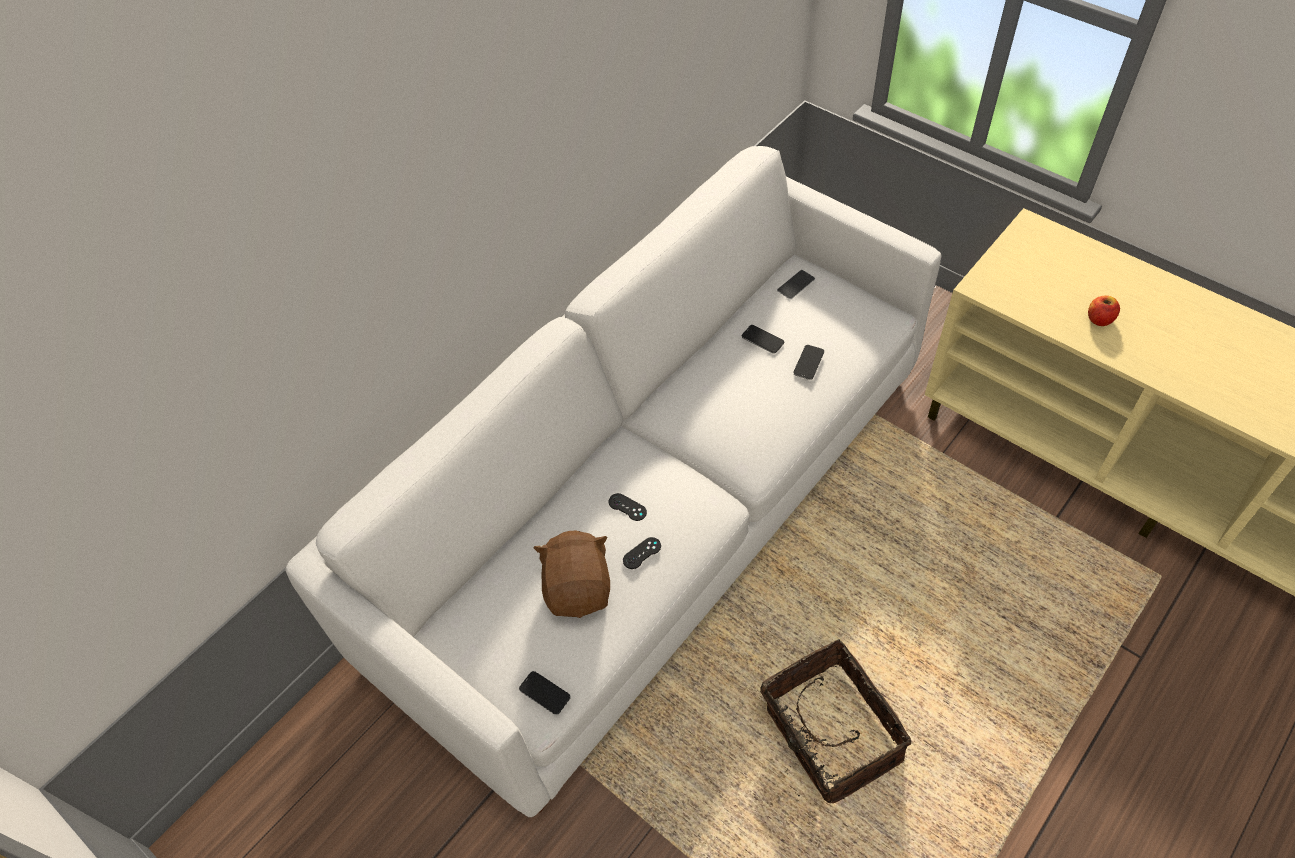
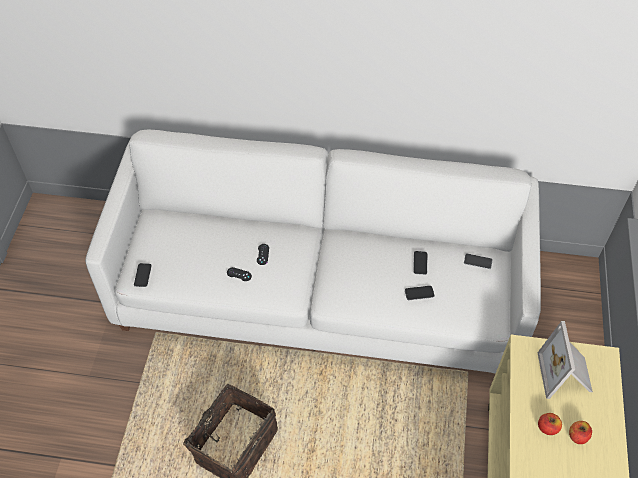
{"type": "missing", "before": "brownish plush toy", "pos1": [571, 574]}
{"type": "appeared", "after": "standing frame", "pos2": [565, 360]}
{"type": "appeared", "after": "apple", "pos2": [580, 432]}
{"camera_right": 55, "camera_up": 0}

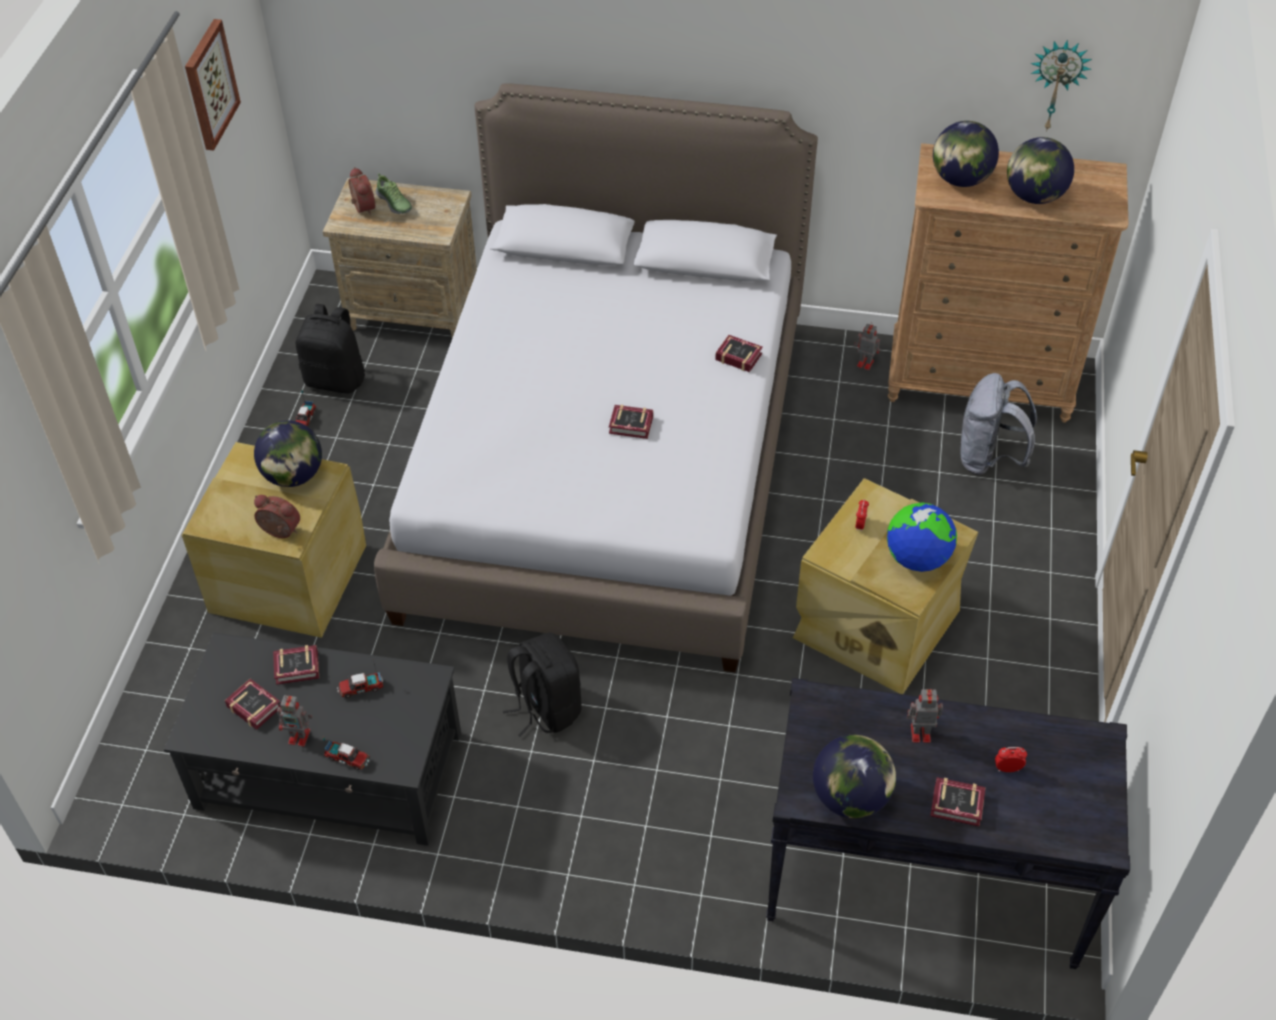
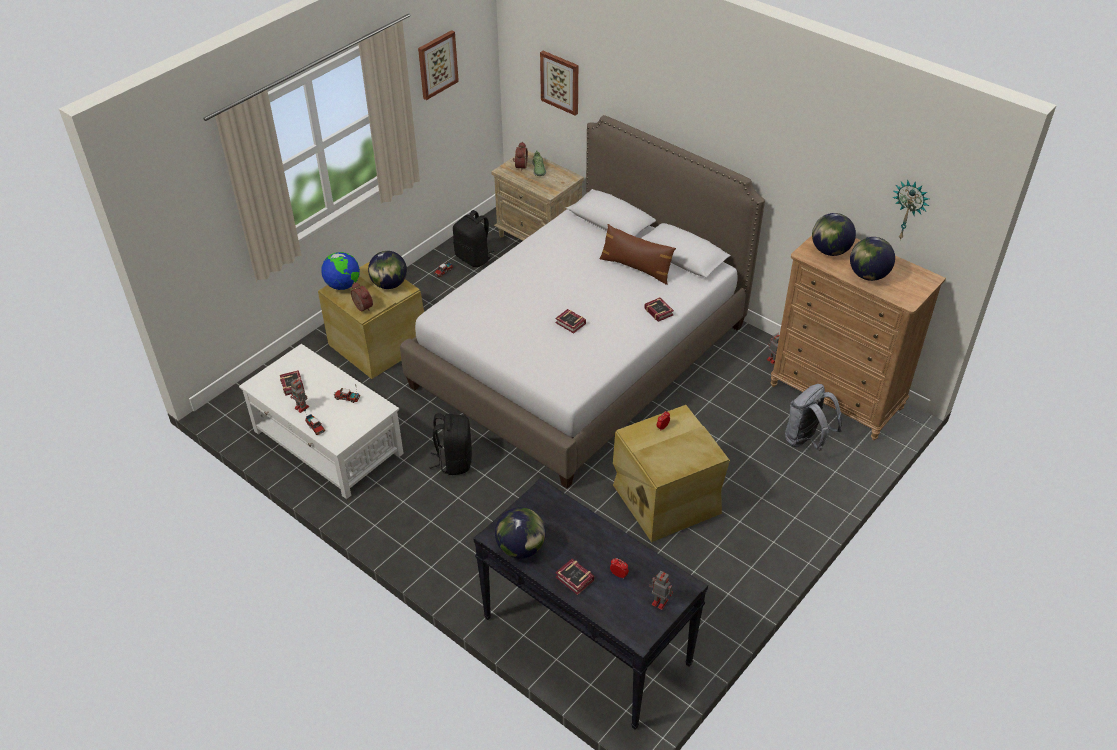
{"type": "missing", "before": "book", "pos1": [296, 665]}
{"type": "appeared", "after": "wall art", "pos2": [559, 83]}
{"type": "appeared", "after": "brownish pillow", "pos2": [637, 254]}
{"type": "relocated", "before": "desk globe", "pos1": [922, 537], "pos2": [340, 271]}
{"type": "relocated", "before": "toy robot", "pos1": [925, 716], "pos2": [661, 590]}
{"type": "colour", "before": "black-coloured lounge table", "after": "white-coloured lounge table", "pos1": [312, 739], "pos2": [321, 421]}
{"camera_right": 30, "camera_up": -5}

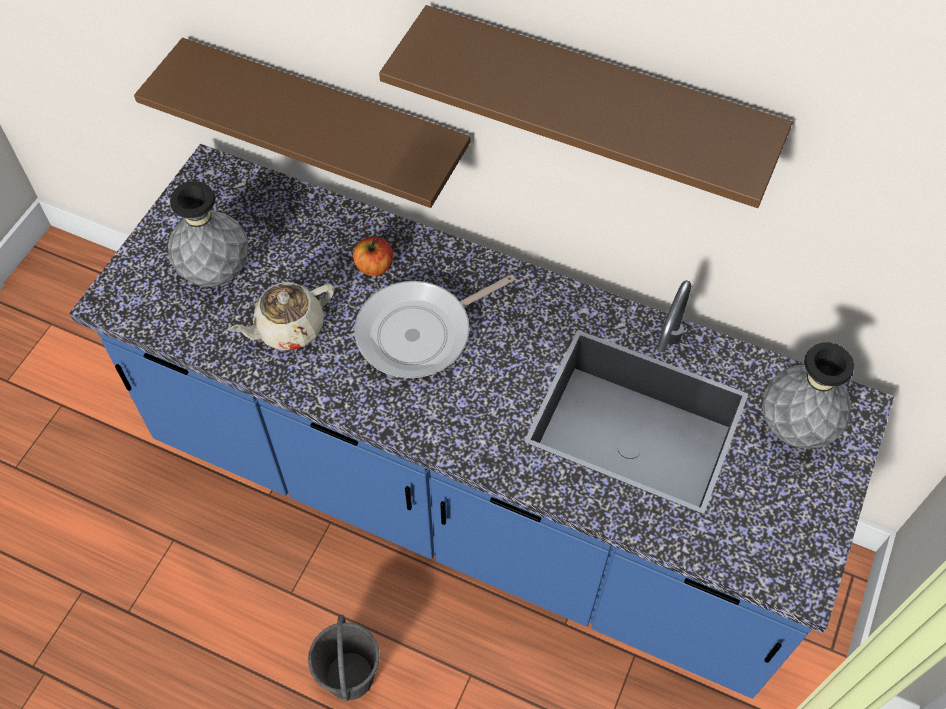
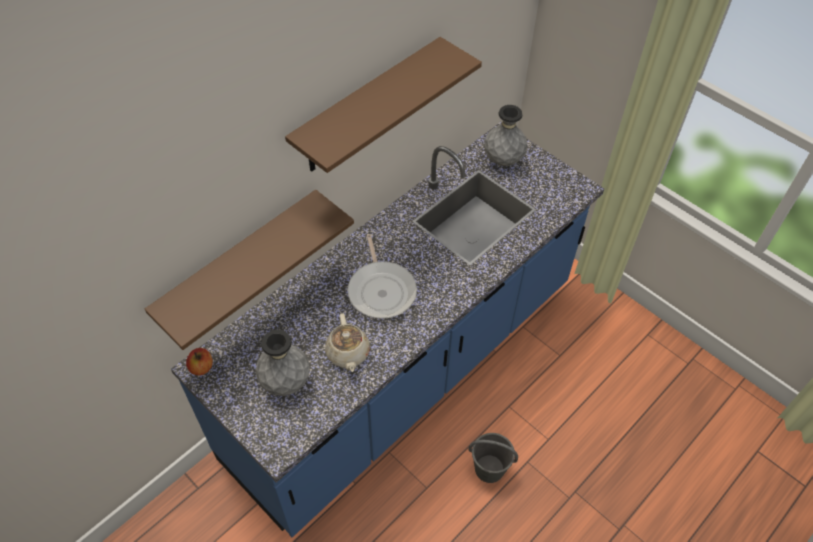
{"type": "relocated", "before": "apple", "pos1": [373, 256], "pos2": [199, 361]}
{"camera_right": -70, "camera_up": -5}

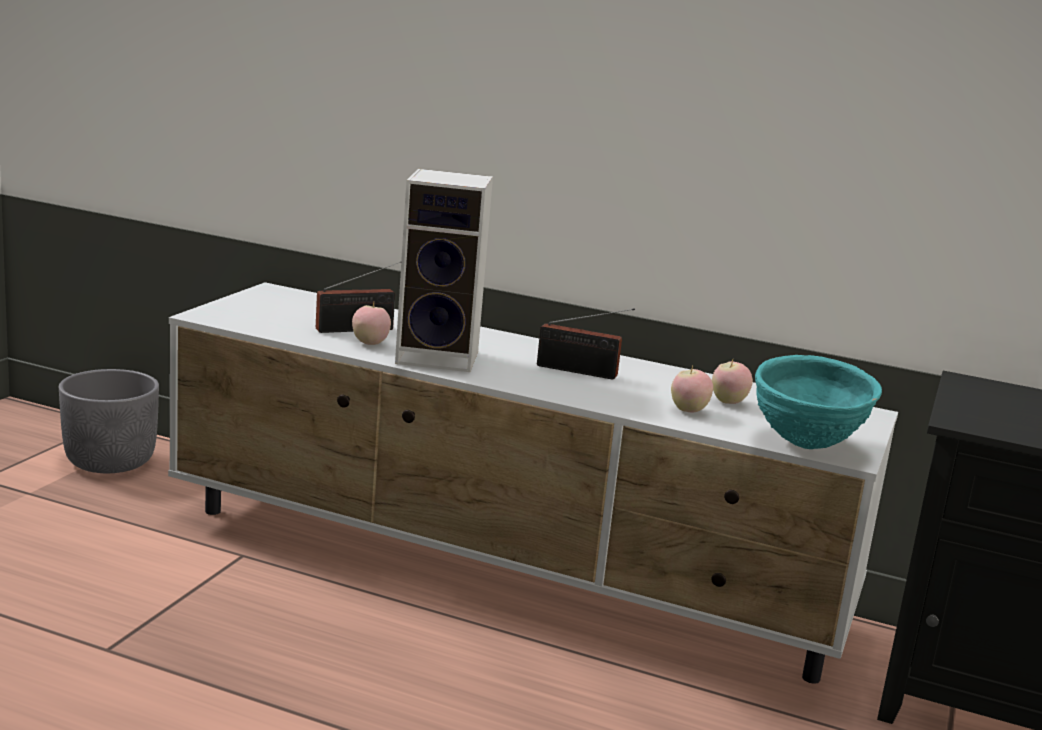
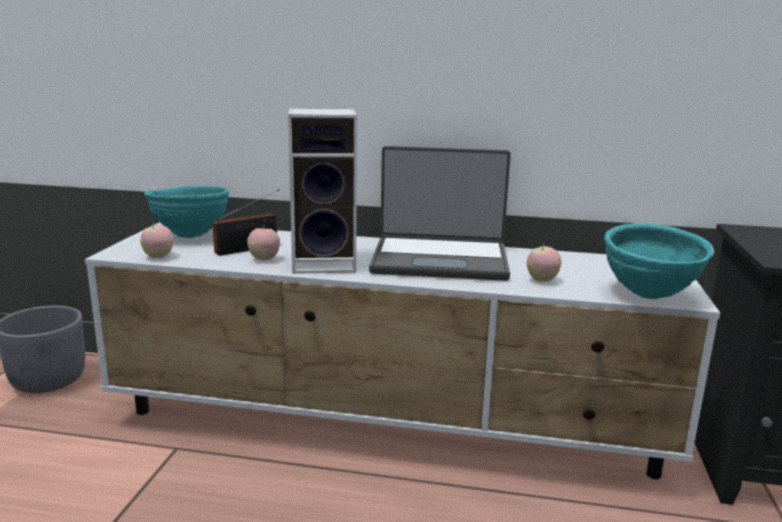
{"type": "appeared", "after": "blue-green bowl", "pos2": [186, 212]}
{"type": "relocated", "before": "apple", "pos1": [732, 381], "pos2": [157, 240]}
{"type": "exchanged", "before": "radio receiver", "after": "laptop", "pos1": [586, 344], "pos2": [440, 213]}
{"camera_right": -10, "camera_up": 0}

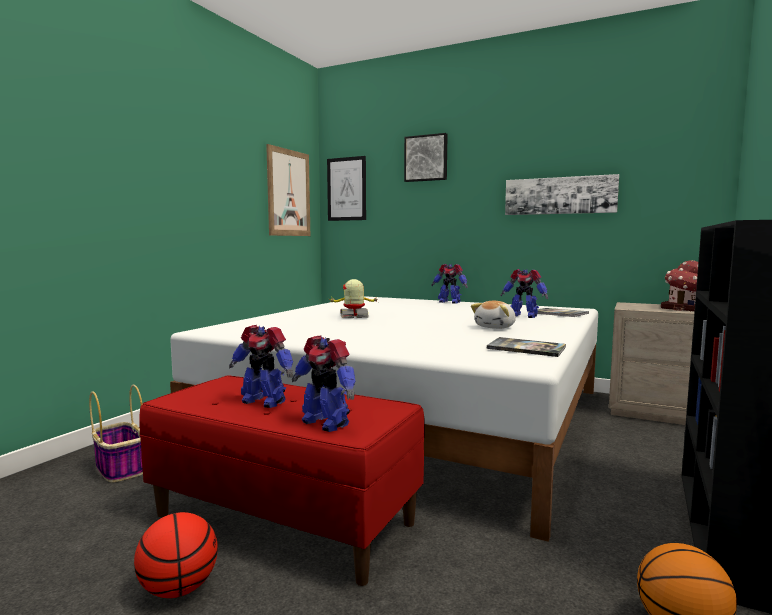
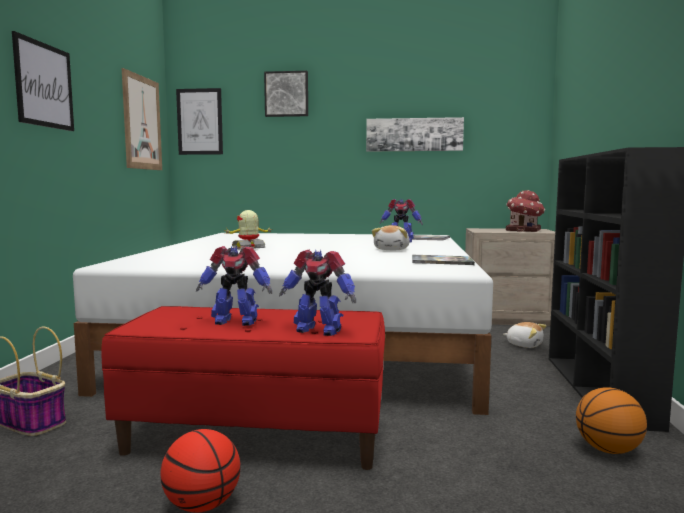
{"type": "missing", "before": "toy robot", "pos1": [449, 284]}
{"type": "appeared", "after": "wall art", "pos2": [43, 81]}
{"type": "appeared", "after": "plush toy", "pos2": [524, 335]}
{"camera_right": -20, "camera_up": 0}

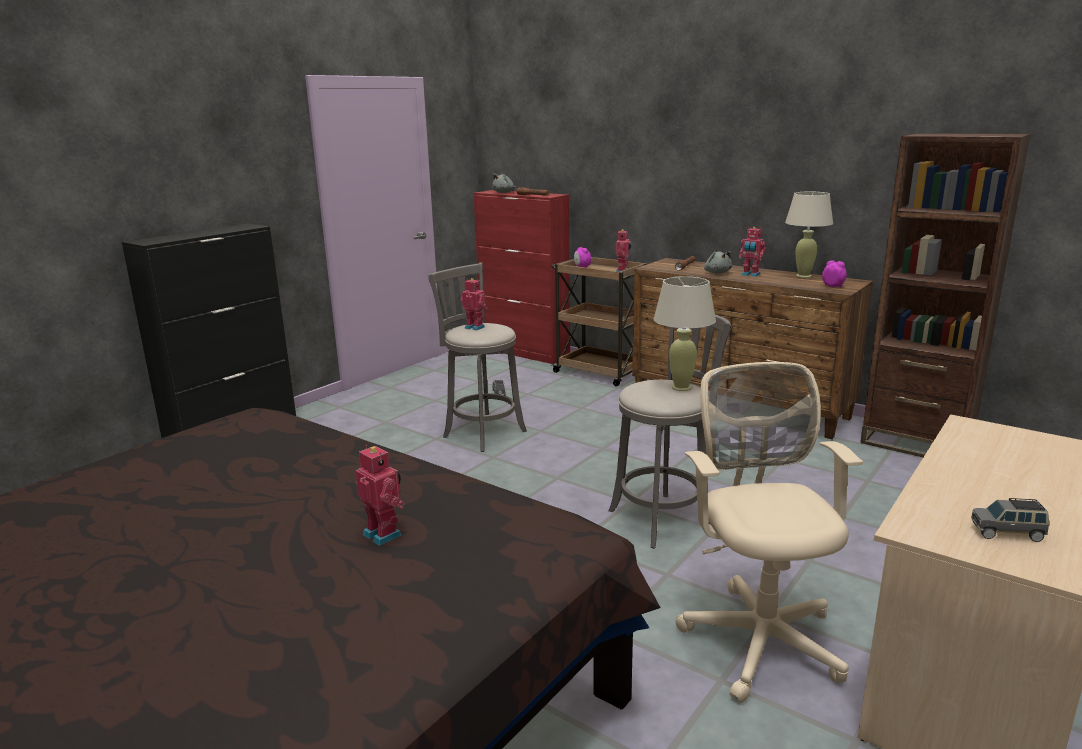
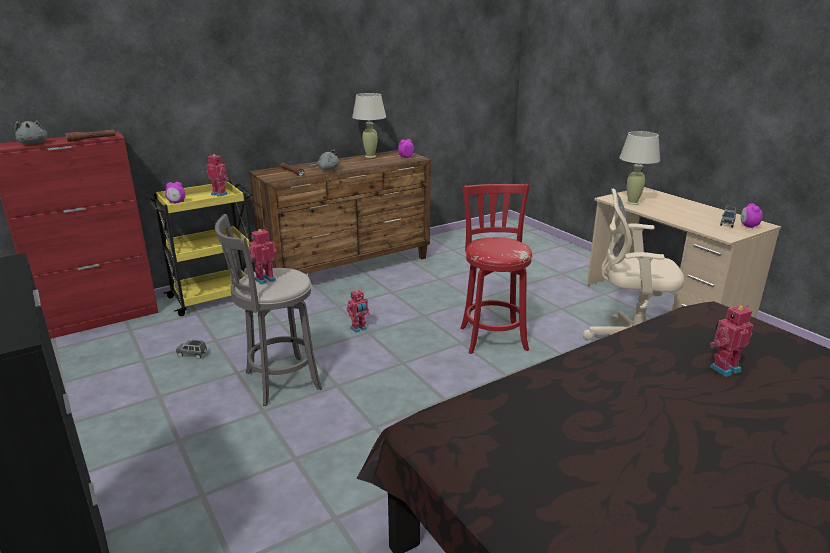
{"type": "missing", "before": "brownish bookcase", "pos1": [945, 295]}
{"type": "appeared", "after": "bedside clock", "pos2": [752, 216]}
{"type": "relocated", "before": "beige-coloured lamp for a table", "pos1": [685, 333], "pos2": [639, 168]}
{"type": "relocated", "before": "toy robot", "pos1": [752, 252], "pos2": [358, 311]}
{"type": "colour", "before": "brownish trolley", "after": "yellow trolley", "pos1": [599, 322], "pos2": [200, 248]}
{"type": "colour", "before": "grey stool seat", "after": "red-coloured stool seat", "pos1": [670, 431], "pos2": [496, 269]}
{"camera_right": -70, "camera_up": 5}

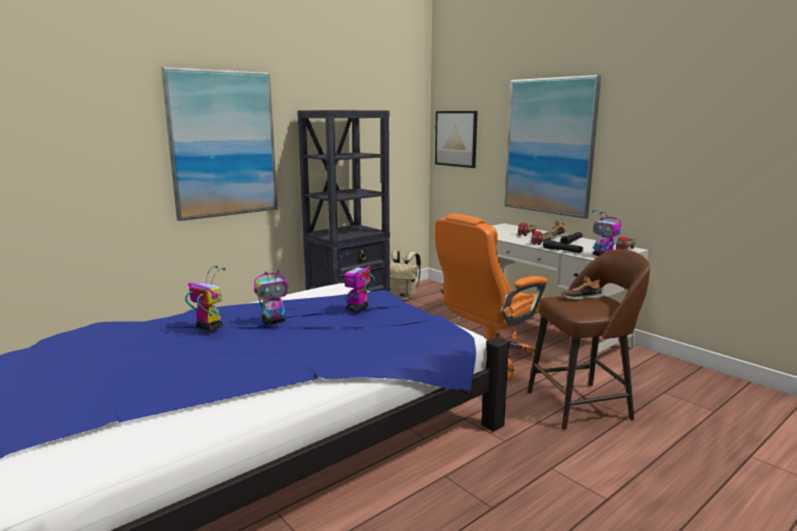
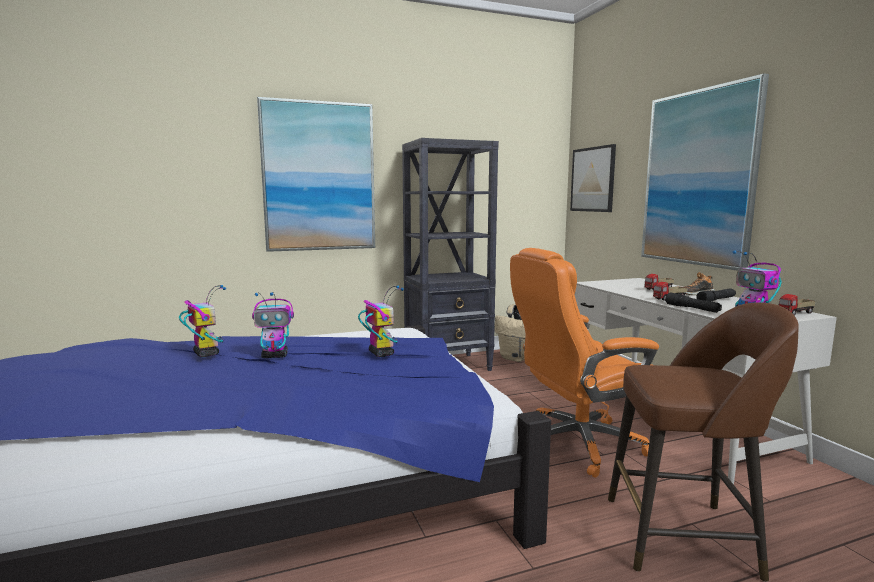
{"type": "missing", "before": "low shoe", "pos1": [582, 288]}
{"type": "spun", "before": "toy robot", "pos1": [357, 282], "pos2": [381, 321], "turn": 105}
{"camera_right": 20, "camera_up": -5}

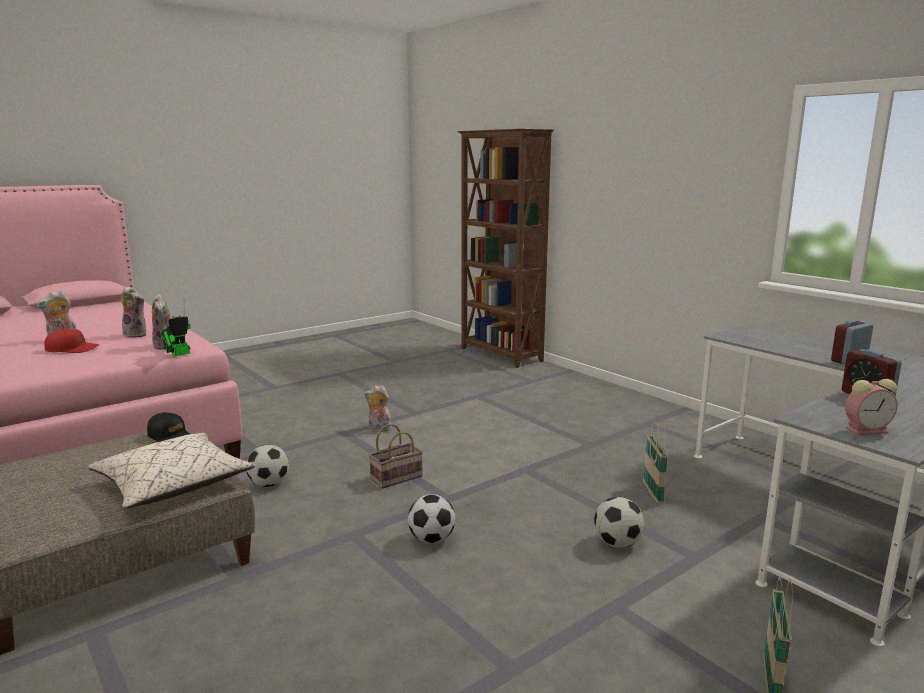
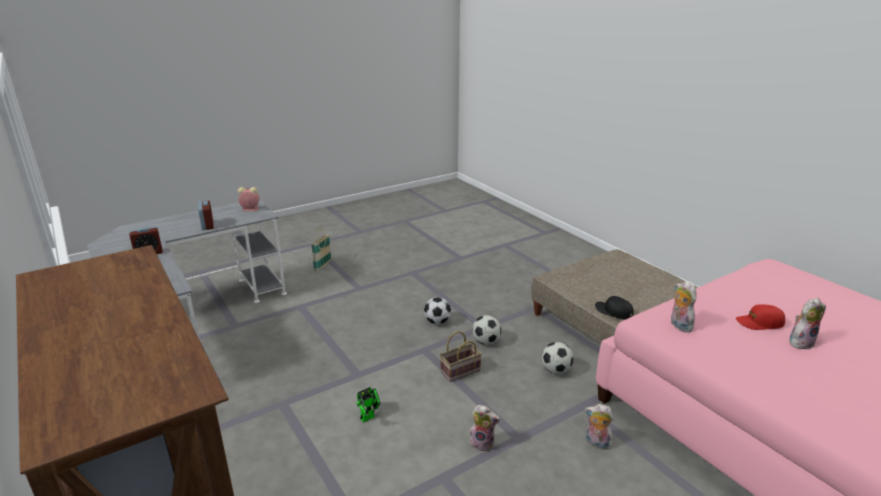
{"type": "missing", "before": "beige-coloured pillow", "pos1": [171, 470]}
{"type": "missing", "before": "storage basket", "pos1": [655, 462]}
{"type": "relocated", "before": "plush toy", "pos1": [134, 312], "pos2": [599, 427]}
{"type": "relocated", "before": "toy robot", "pos1": [176, 326], "pos2": [369, 405]}
{"type": "relocated", "before": "ball for football", "pos1": [619, 522], "pos2": [486, 330]}
{"camera_right": -175, "camera_up": 10}

